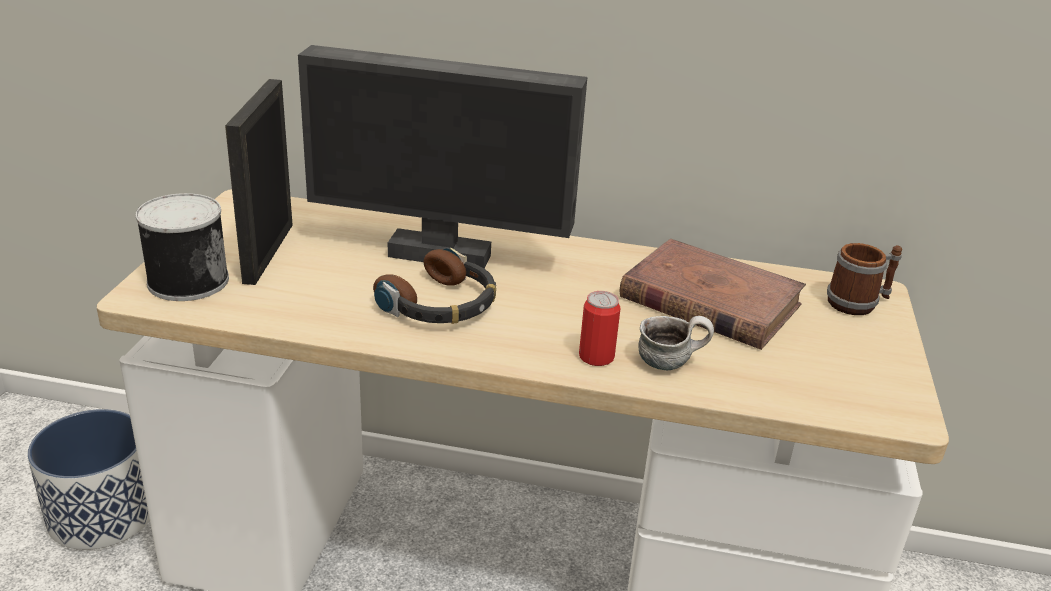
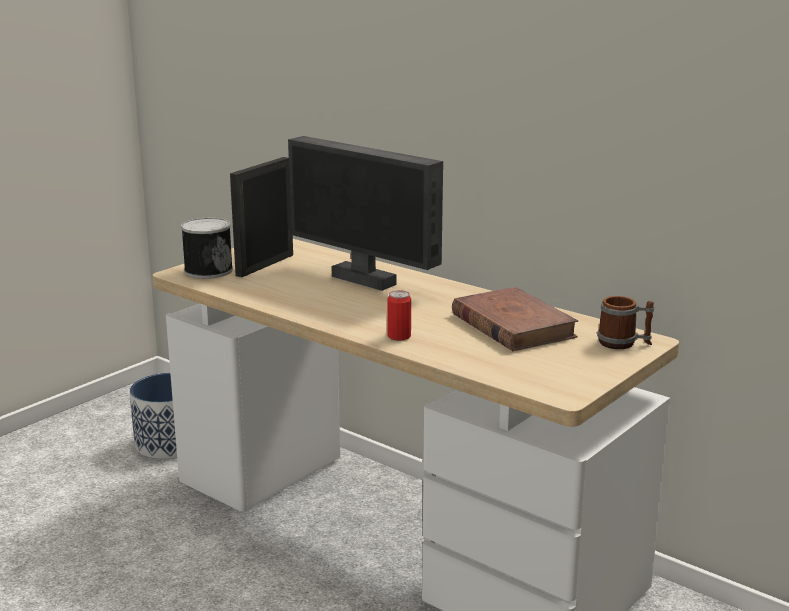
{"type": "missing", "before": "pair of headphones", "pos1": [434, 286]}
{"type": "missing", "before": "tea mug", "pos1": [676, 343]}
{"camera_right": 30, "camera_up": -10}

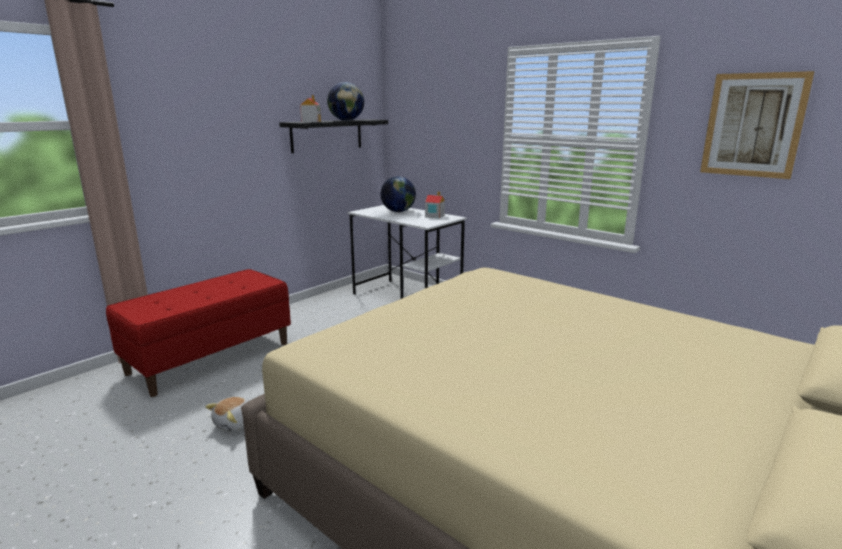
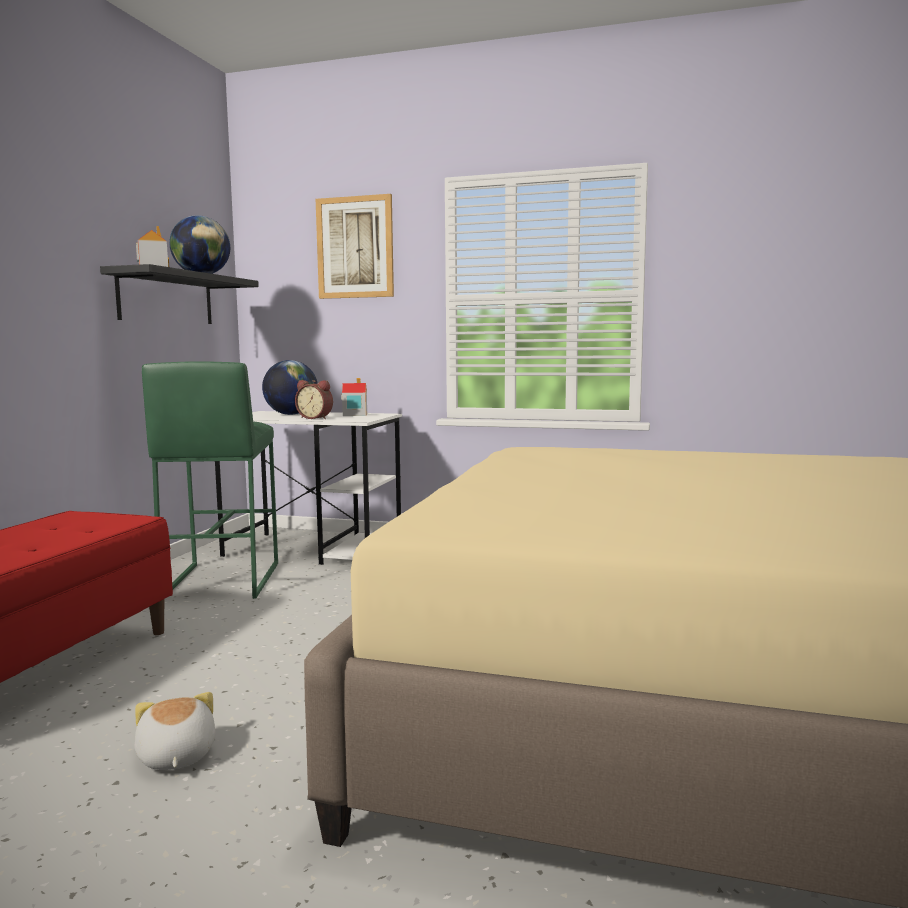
{"type": "appeared", "after": "green stool seat", "pos2": [210, 480]}
{"type": "appeared", "after": "bedside clock", "pos2": [314, 399]}
{"type": "relocated", "before": "wall art", "pos1": [757, 125], "pos2": [355, 246]}
{"type": "spun", "before": "plush toy", "pos1": [227, 414], "pos2": [175, 731], "turn": 150}
{"camera_right": -25, "camera_up": -10}

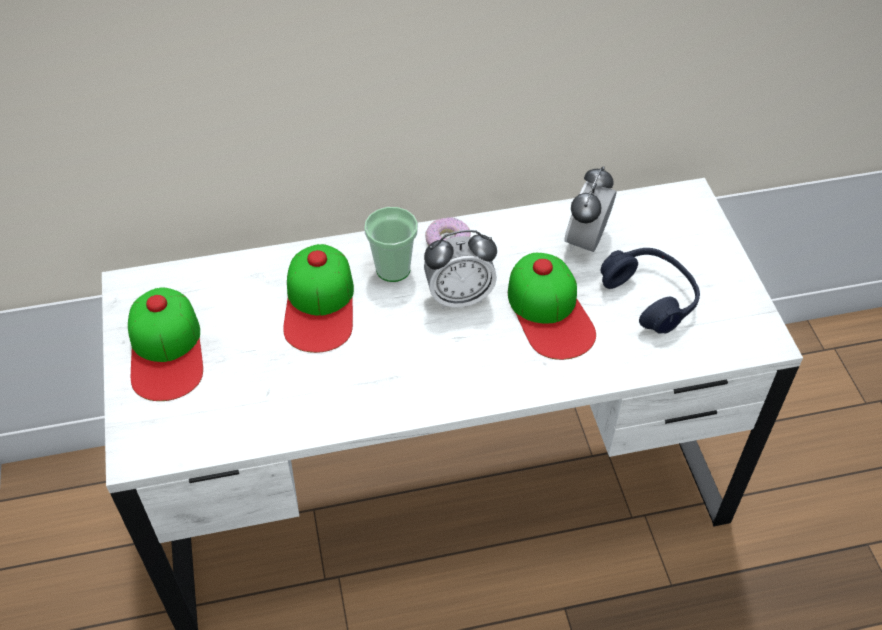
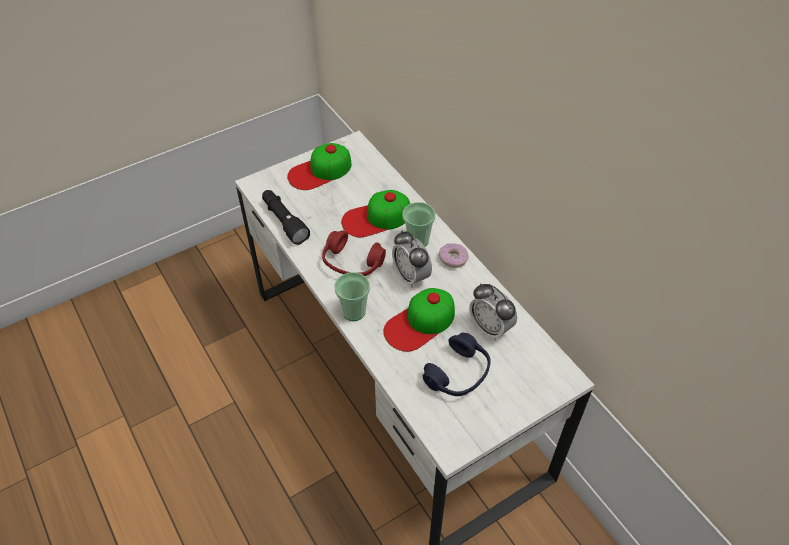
{"type": "appeared", "after": "black-coloured hand torch", "pos2": [286, 217]}
{"type": "appeared", "after": "red-coloured pair of headphones", "pos2": [354, 253]}
{"type": "appeared", "after": "cup", "pos2": [352, 296]}
{"type": "spun", "before": "bedside clock", "pos1": [590, 209], "pos2": [493, 312], "turn": -135}
{"camera_right": 70, "camera_up": 0}

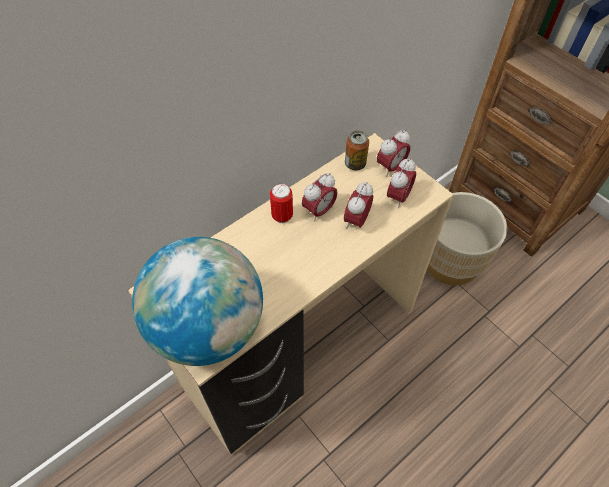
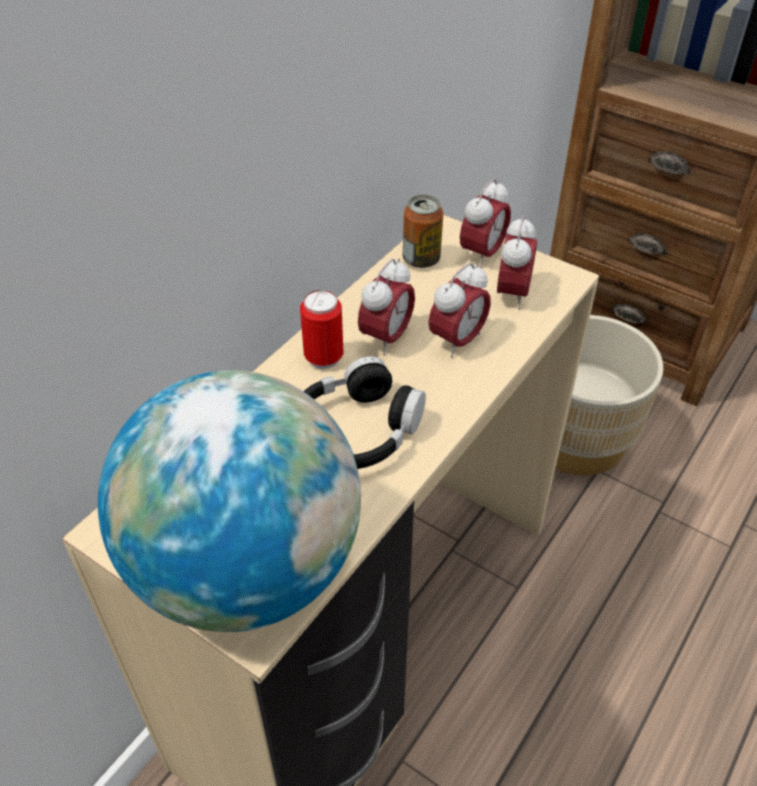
{"type": "appeared", "after": "black-coloured pair of headphones", "pos2": [364, 412]}
{"type": "spun", "before": "bedside clock", "pos1": [358, 205], "pos2": [459, 310], "turn": -150}
{"camera_right": -15, "camera_up": -10}

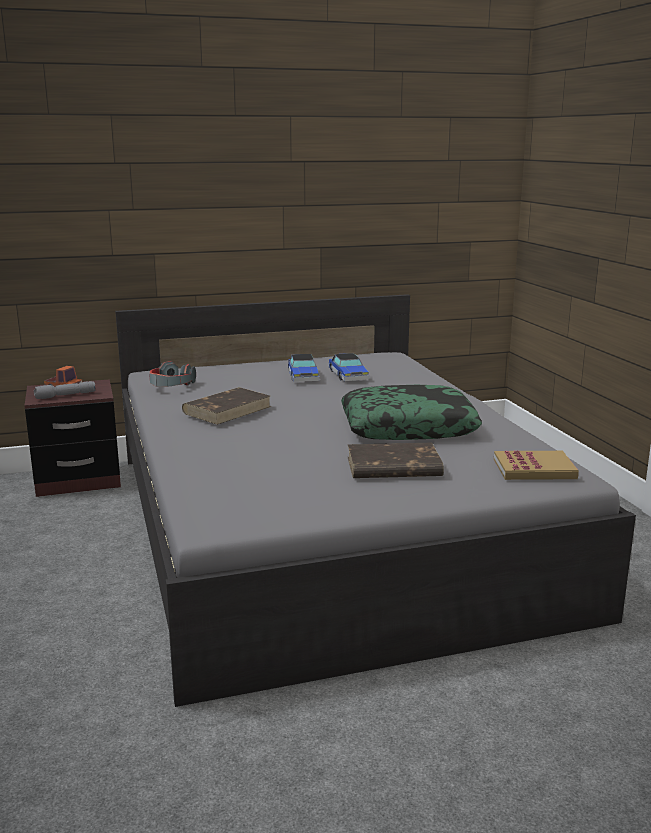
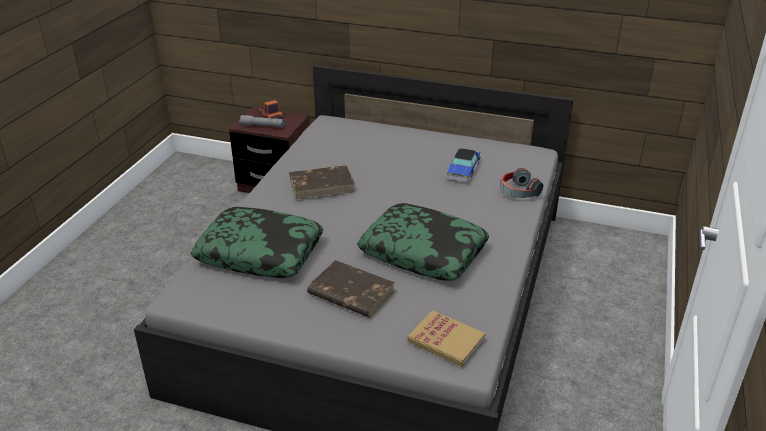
{"type": "missing", "before": "toy car", "pos1": [303, 368]}
{"type": "appeared", "after": "pillow", "pos2": [257, 242]}
{"type": "relocated", "before": "pair of headphones", "pos1": [172, 374], "pos2": [521, 183]}
{"camera_right": 35, "camera_up": 15}

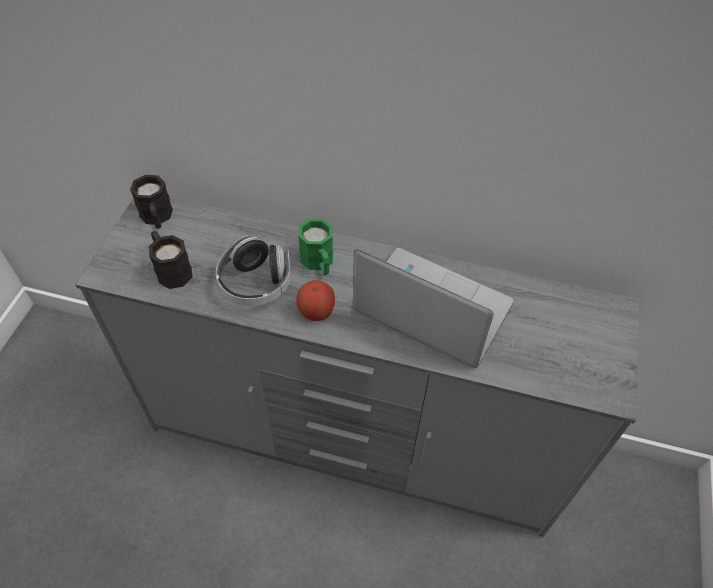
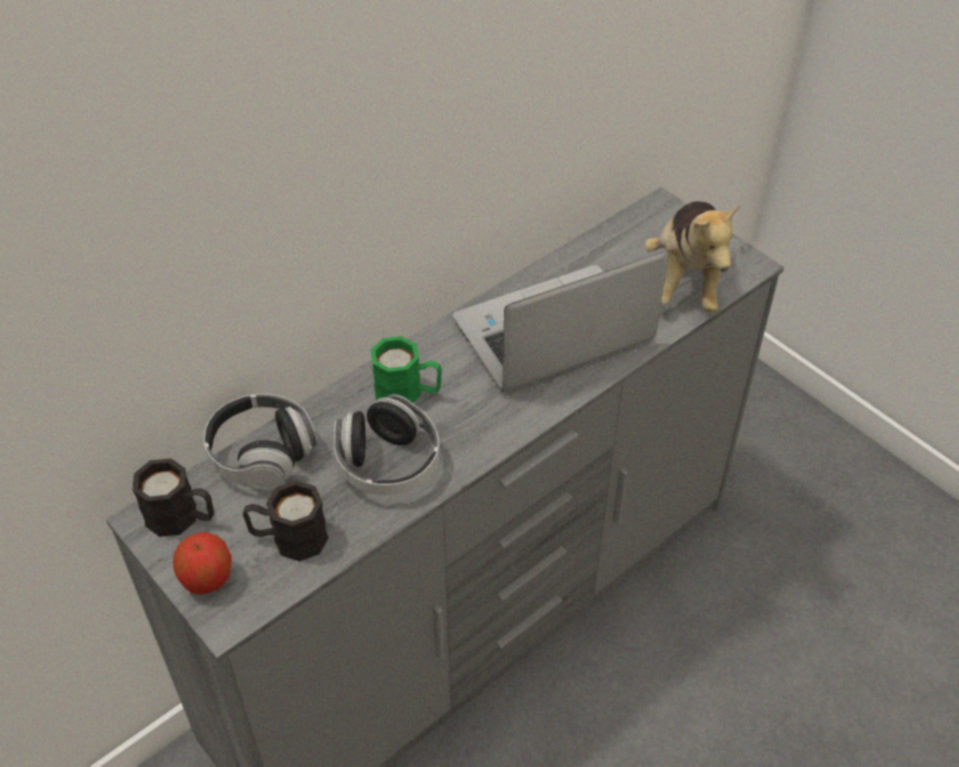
{"type": "appeared", "after": "pair of headphones", "pos2": [261, 442]}
{"type": "appeared", "after": "plush toy", "pos2": [692, 257]}
{"type": "relocated", "before": "apple", "pos1": [315, 300], "pos2": [202, 563]}
{"camera_right": -55, "camera_up": -5}

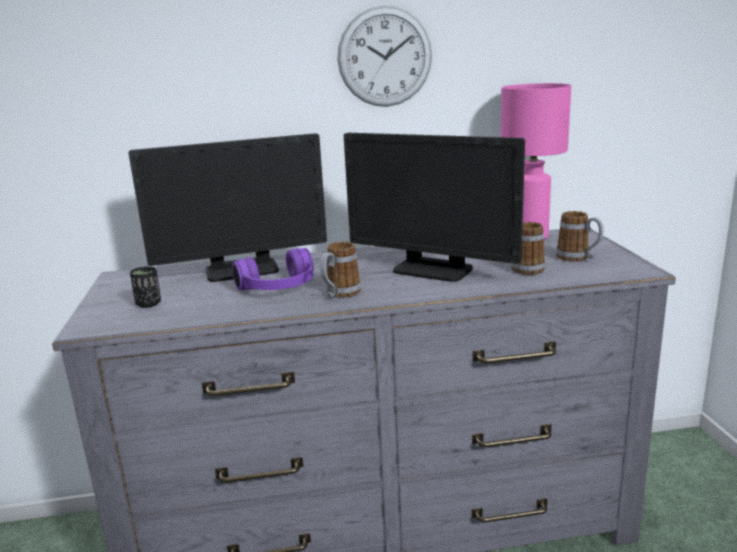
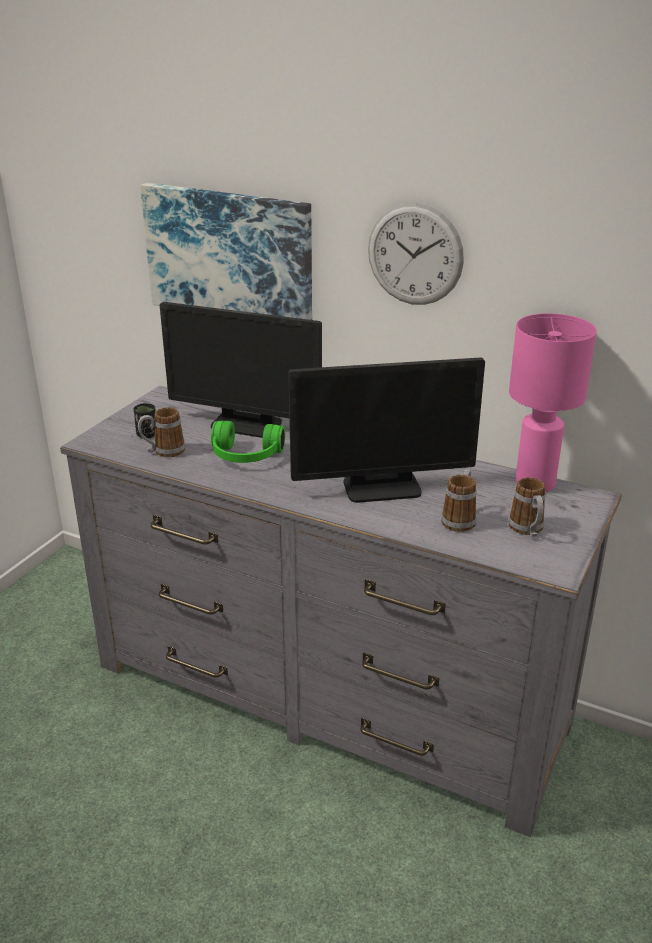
{"type": "appeared", "after": "wall art", "pos2": [226, 251]}
{"type": "relocated", "before": "tea mug", "pos1": [340, 270], "pos2": [161, 432]}
{"type": "colour", "before": "purple pair of headphones", "after": "green pair of headphones", "pos1": [273, 269], "pos2": [248, 442]}
{"type": "spun", "before": "computer display", "pos1": [434, 207], "pos2": [386, 430], "turn": -75}
{"camera_right": 35, "camera_up": 10}

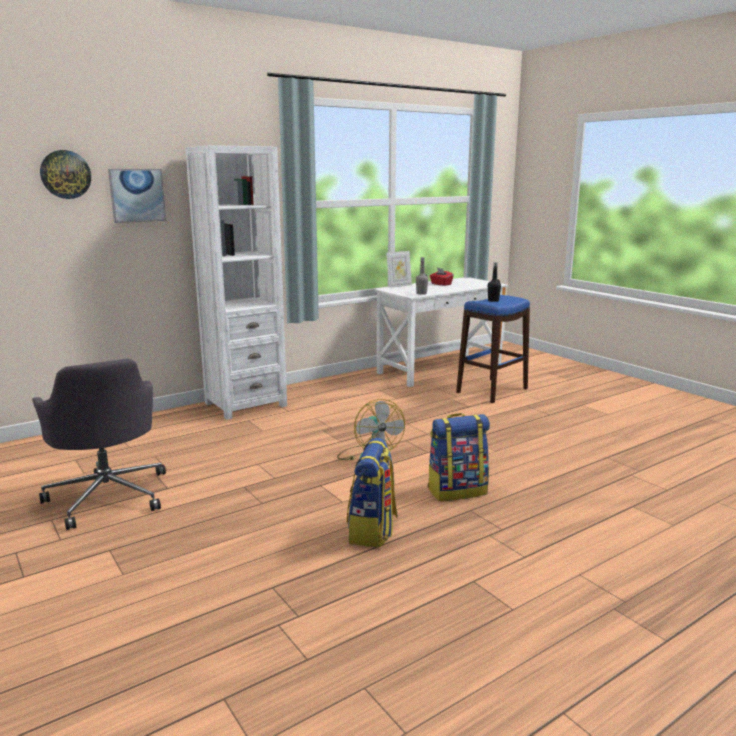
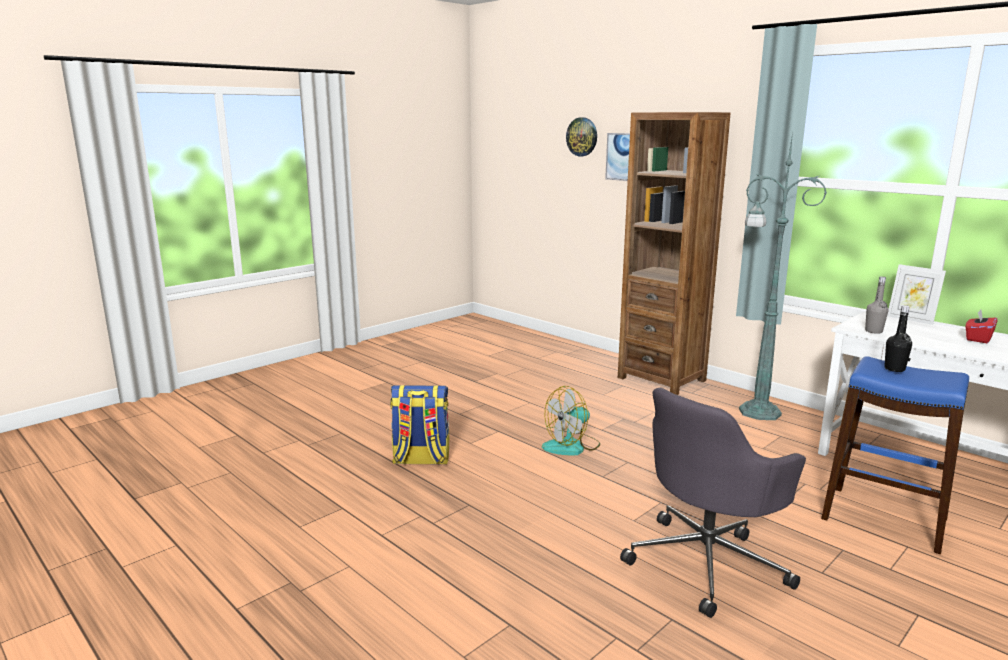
{"type": "missing", "before": "backpack", "pos1": [459, 457]}
{"type": "appeared", "after": "green standing lamp", "pos2": [783, 276]}
{"type": "relocated", "before": "grey office chair", "pos1": [99, 444], "pos2": [713, 503]}
{"type": "colour", "before": "white-coloured bookcase", "after": "brownish bookcase", "pos1": [236, 282], "pos2": [674, 253]}
{"camera_right": 80, "camera_up": 0}

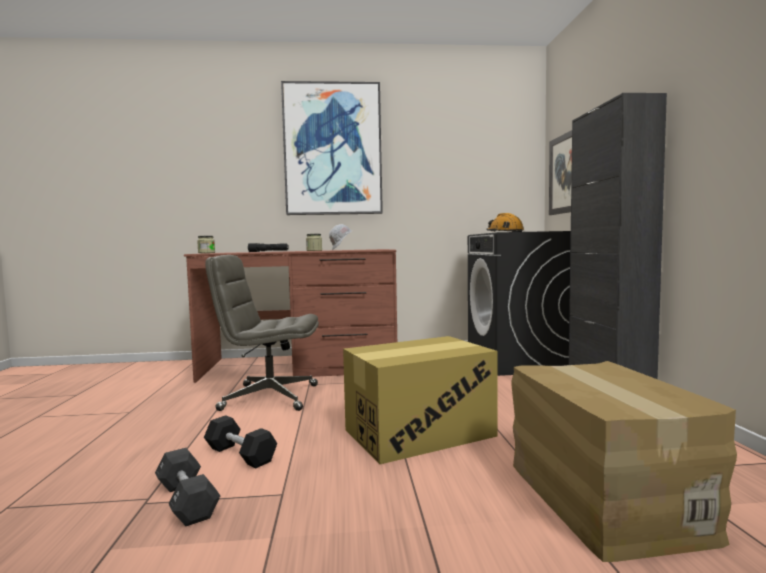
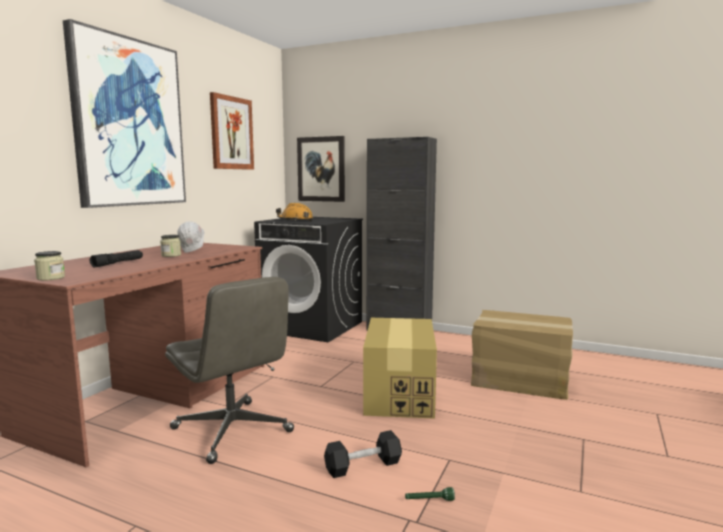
{"type": "appeared", "after": "wall art", "pos2": [232, 131]}
{"type": "exchanged", "before": "black-coloured dumbbell", "after": "green hand torch", "pos1": [187, 487], "pos2": [430, 494]}
{"type": "spun", "before": "grey office chair", "pos1": [262, 333], "pos2": [229, 370], "turn": -75}
{"camera_right": -60, "camera_up": 5}

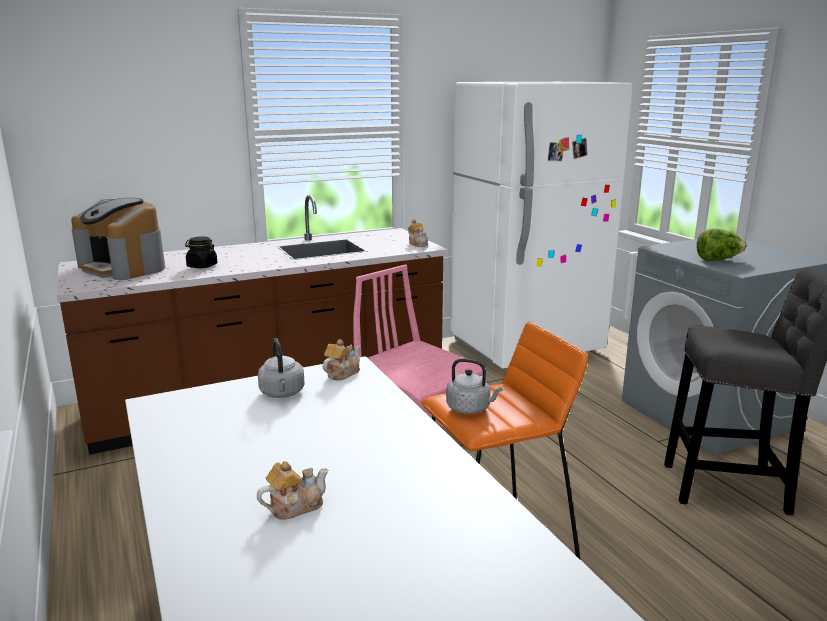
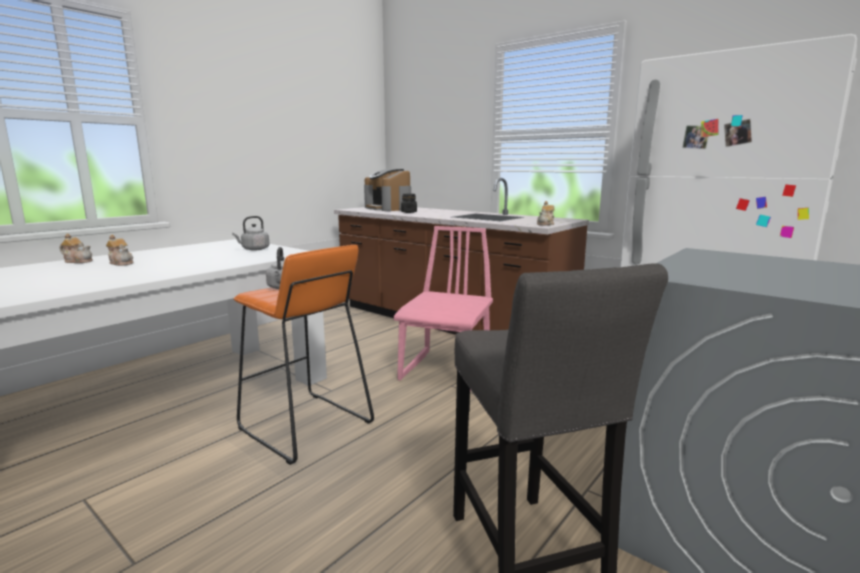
{"type": "missing", "before": "head of lettuce", "pos1": [721, 245]}
{"type": "relocated", "before": "tea pot", "pos1": [341, 360], "pos2": [76, 248]}
{"type": "spun", "before": "coffee brewer", "pos1": [118, 239], "pos2": [387, 190], "turn": -45}
{"camera_right": 65, "camera_up": -5}

